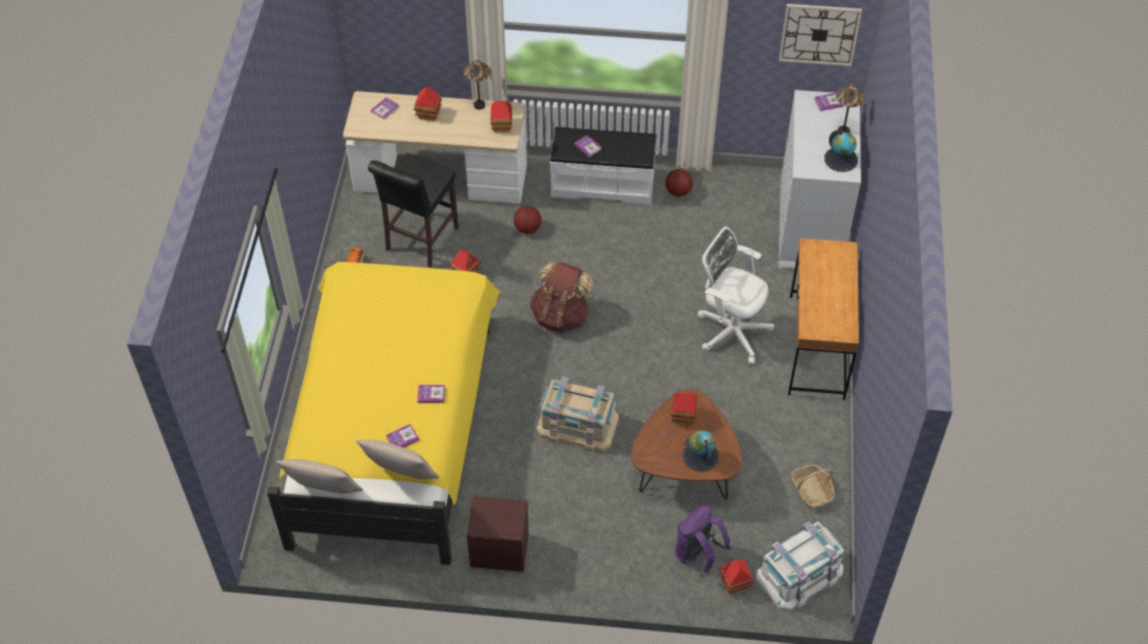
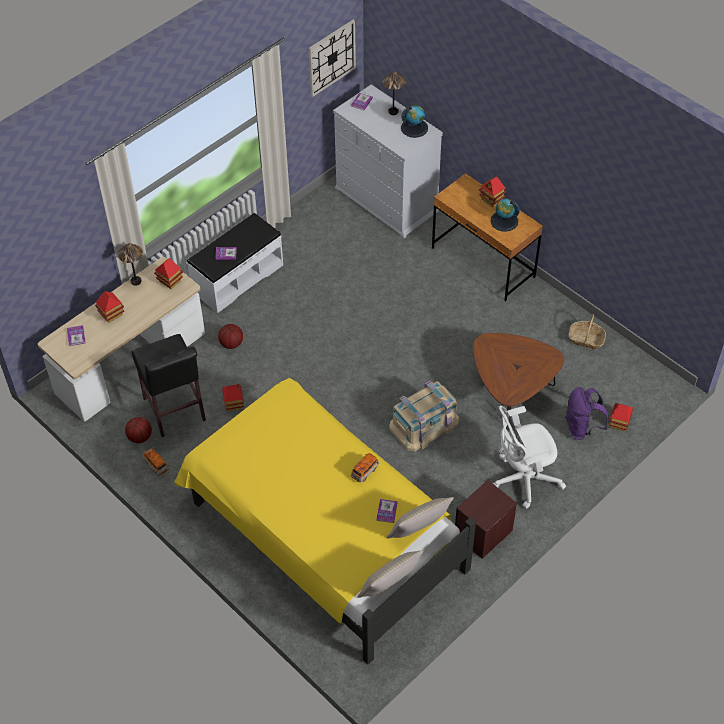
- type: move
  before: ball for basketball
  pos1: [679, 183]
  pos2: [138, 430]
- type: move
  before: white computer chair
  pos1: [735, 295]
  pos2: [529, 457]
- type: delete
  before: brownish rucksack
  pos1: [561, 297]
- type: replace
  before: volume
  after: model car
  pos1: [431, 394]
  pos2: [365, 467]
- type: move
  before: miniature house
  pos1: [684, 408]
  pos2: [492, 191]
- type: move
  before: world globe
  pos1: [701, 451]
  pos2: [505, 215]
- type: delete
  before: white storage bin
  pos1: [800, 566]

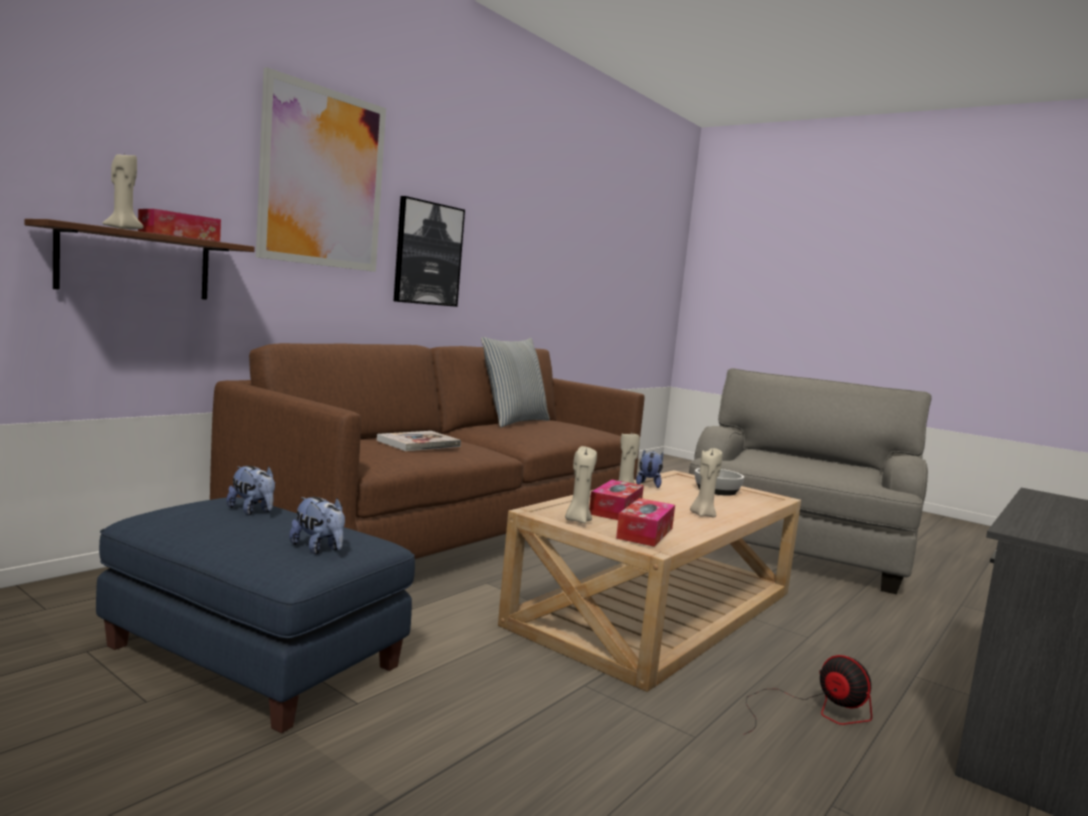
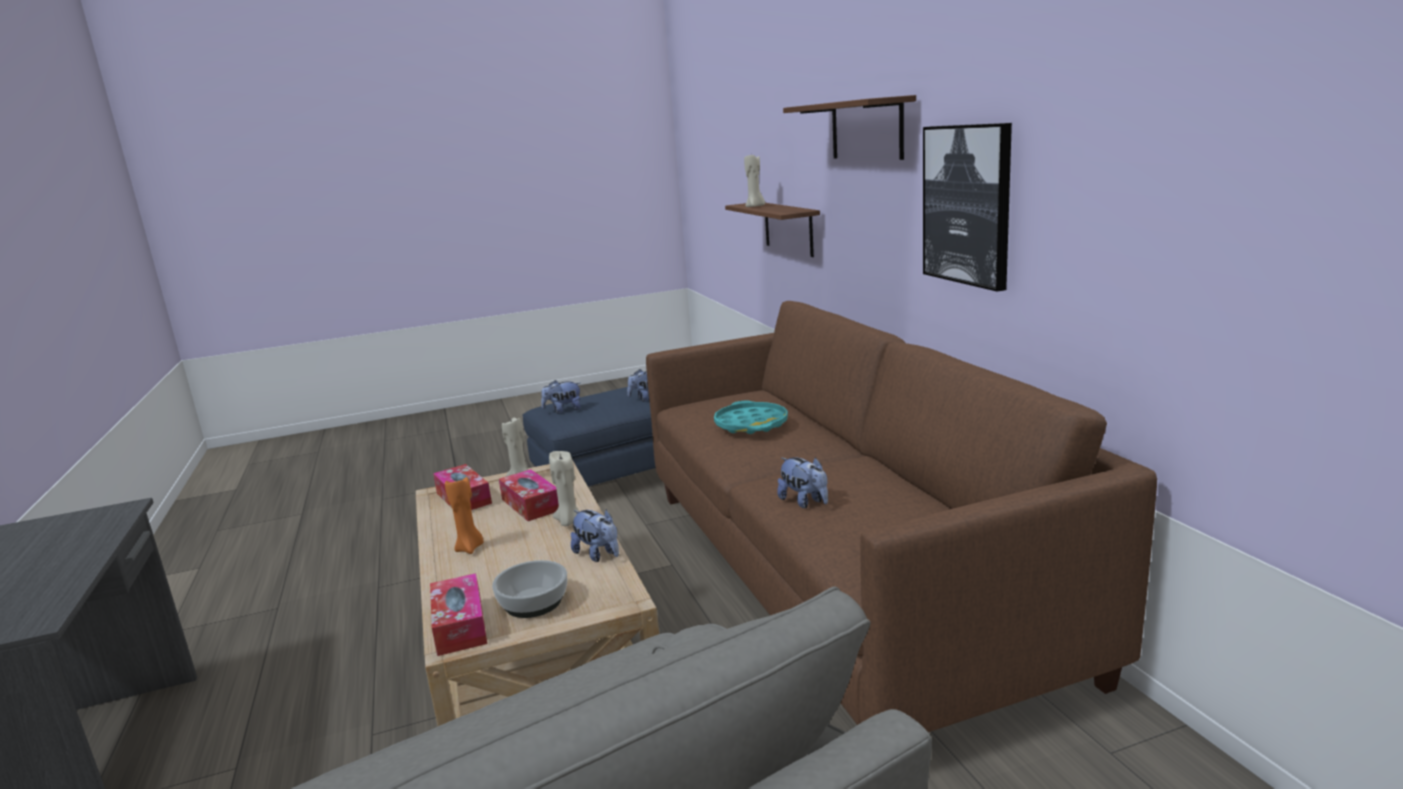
- type: replace
  before: picture
  after: wall shelf
  pos1: [321, 169]
  pos2: [849, 127]
- type: move
  before: tissue box
  pos1: [179, 225]
  pos2: [458, 614]
- type: delete
  before: cushion
  pos1: [515, 382]
- type: replace
  before: volume
  after: blue-green serving tray
  pos1: [419, 441]
  pos2: [751, 417]
- type: recolor
  before: sand-coloured candle
  after: orangey candle
  pos1: [706, 482]
  pos2: [464, 515]
- type: delete
  before: cooling fan
  pos1: [808, 695]
- type: insert
  after: plush toy
  pos2: [802, 482]

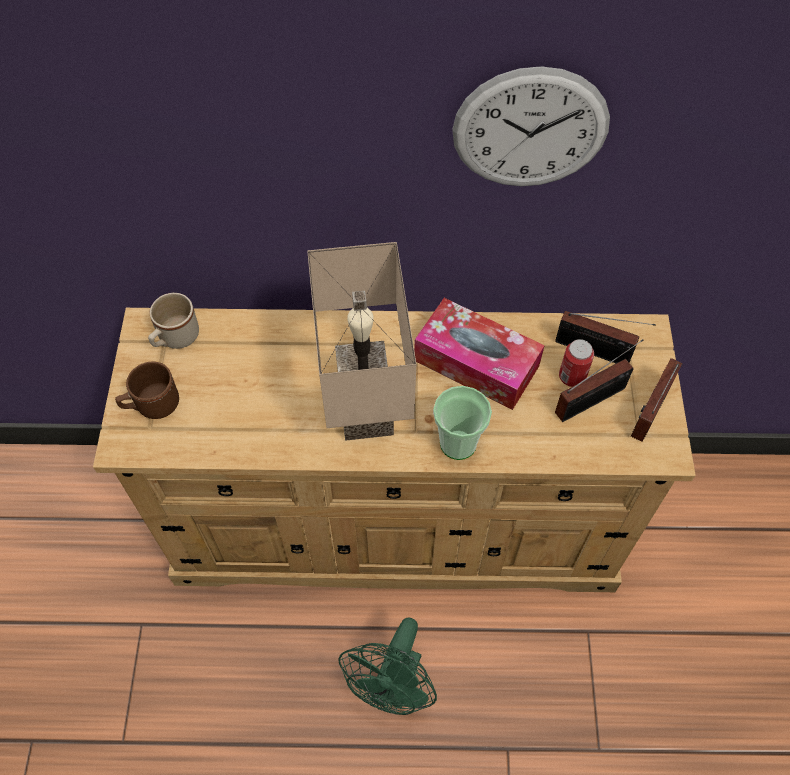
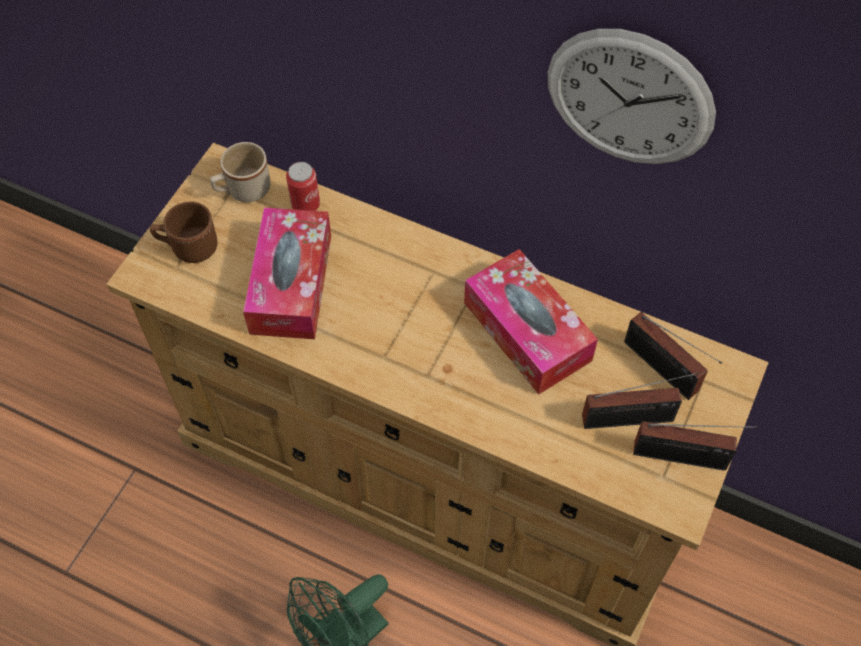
- type: delete
  before: sand-coloured lamp for a table
  pos1: [361, 341]
- type: move
  before: sealed can
  pos1: [576, 363]
  pos2: [303, 186]
- type: rotate
  before: radio
  pos1: [657, 400]
  pos2: [695, 446]
  turn: -135
- type: delete
  before: drinking cup
  pos1: [462, 423]
- type: insert
  after: tissue box
  pos2: [287, 273]

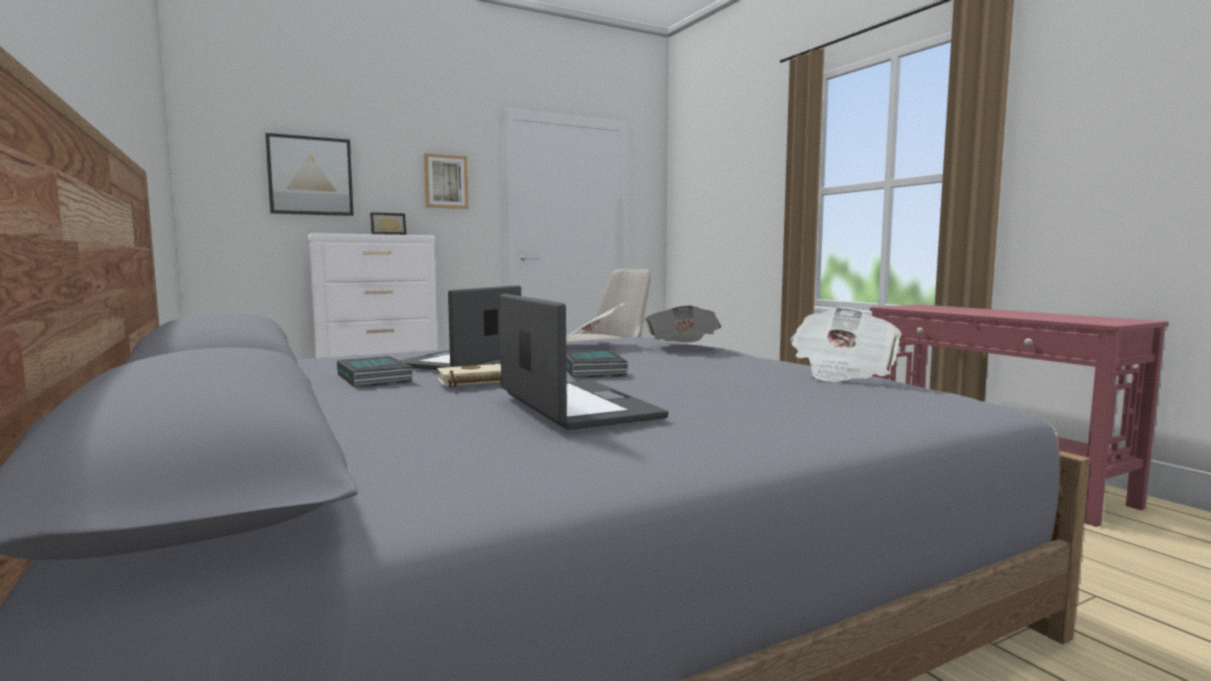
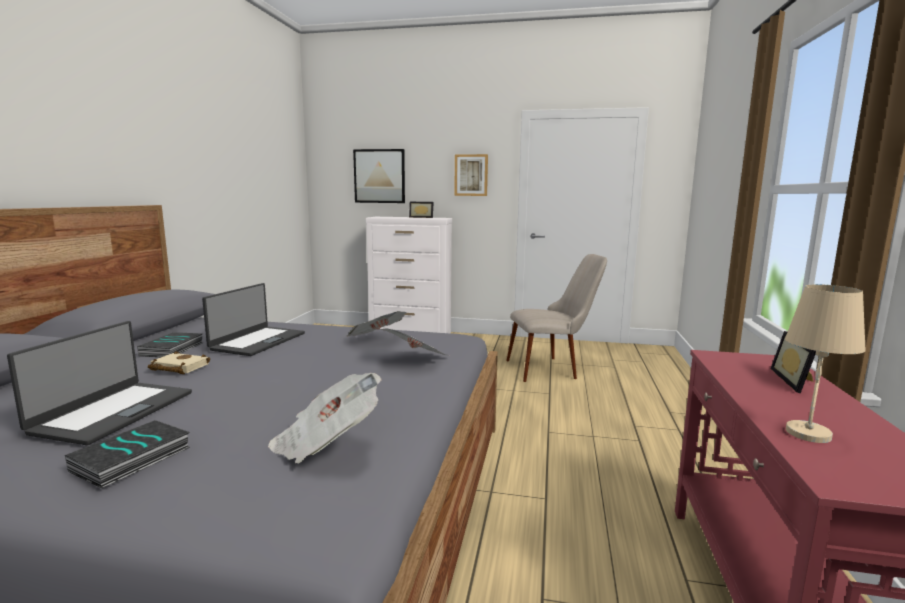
- type: rotate
  before: laptop
  pos1: [460, 327]
  pos2: [253, 319]
  turn: 135
- type: move
  before: volume
  pos1: [597, 364]
  pos2: [127, 454]
- type: insert
  after: sand-coloured lamp for a table
  pos2: [825, 363]
- type: insert
  after: photo frame
  pos2: [793, 362]

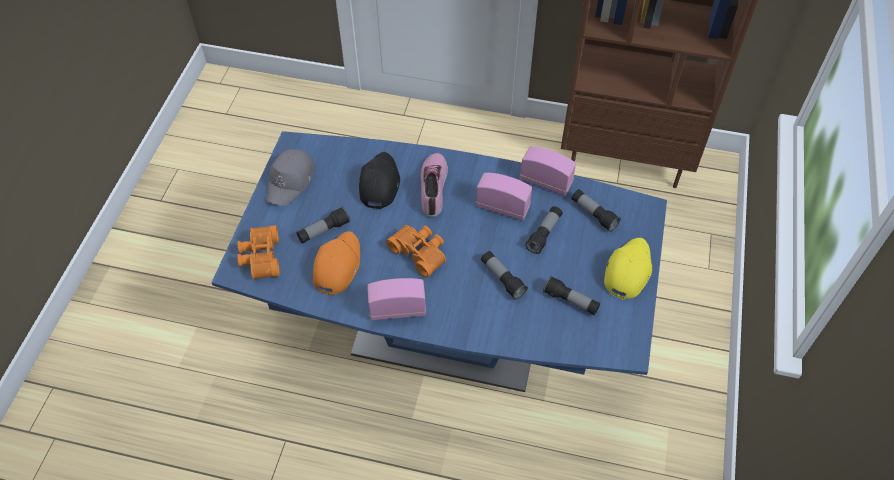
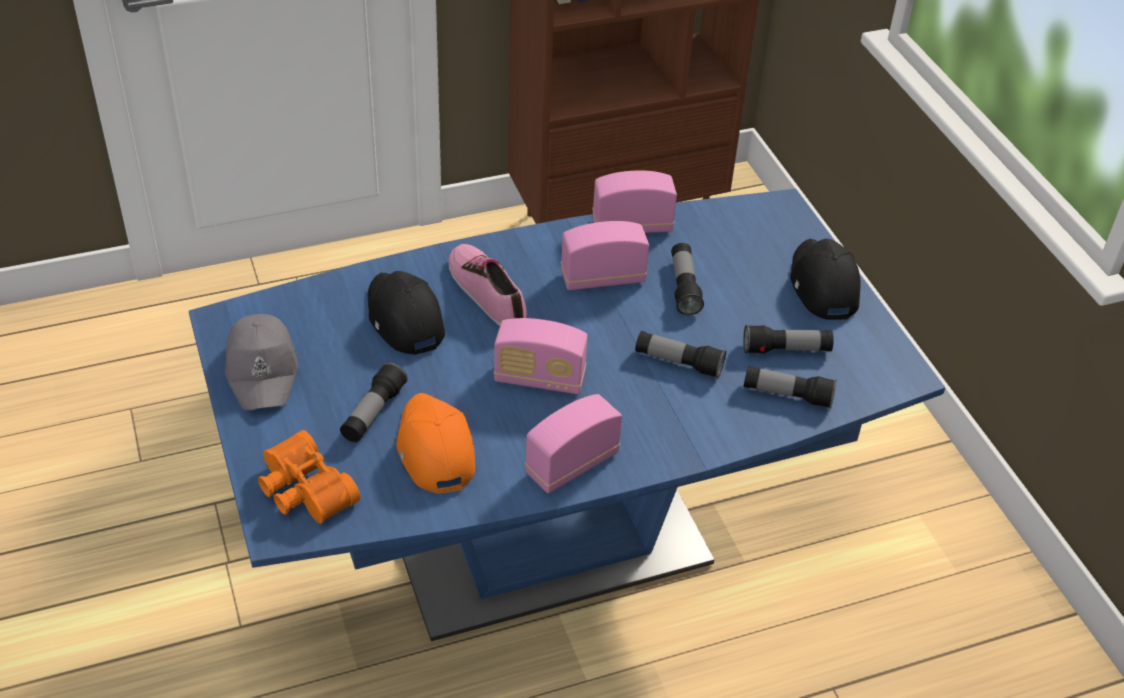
- type: move
  before: flashlight
  pos1: [596, 210]
  pos2: [790, 387]
- type: replace
  before: orangey field glasses
  after: radio
  pos1: [416, 251]
  pos2: [541, 356]
- type: recolor
  before: yellow peaked cap
  after: black-coloured peaked cap
  pos1: [628, 269]
  pos2: [825, 279]

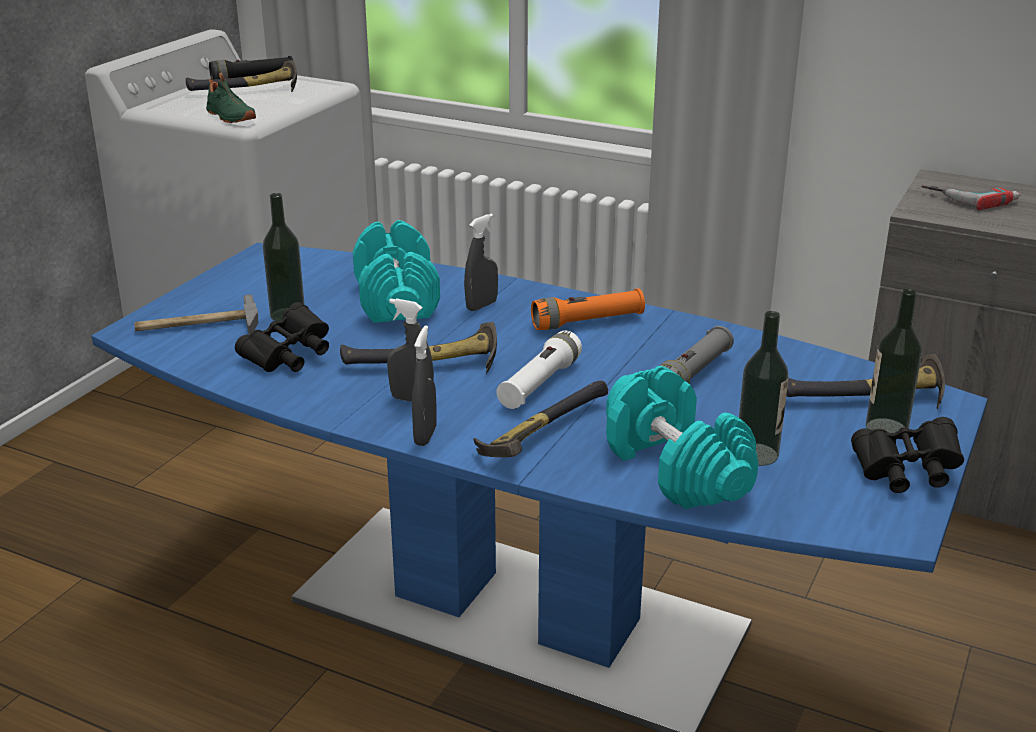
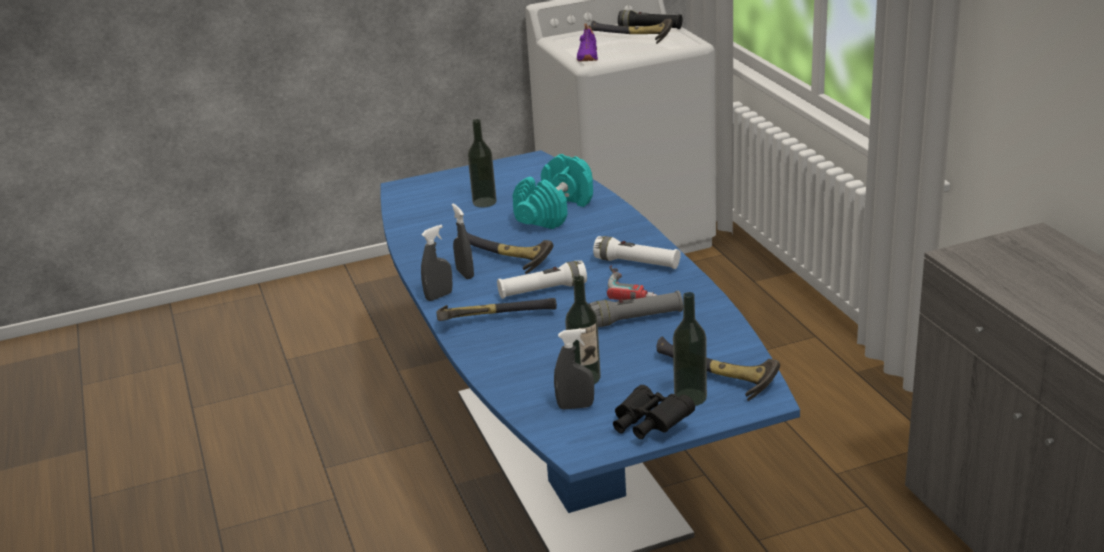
- type: recolor
  before: greenish shoe
  after: purple shoe
  pos1: [231, 98]
  pos2: [587, 42]
- type: move
  before: electric drill
  pos1: [970, 197]
  pos2: [631, 283]
- type: move
  before: greyish sprayer
  pos1: [481, 262]
  pos2: [574, 369]
- type: recolor
  before: orangey flashlight
  after: white flashlight
  pos1: [588, 309]
  pos2: [637, 252]
- type: delete
  before: hand hammer
  pos1: [196, 314]
- type: delete
  before: black-coloured field glasses
  pos1: [282, 337]
- type: delete
  before: blue-green dumbbell
  pos1: [682, 437]

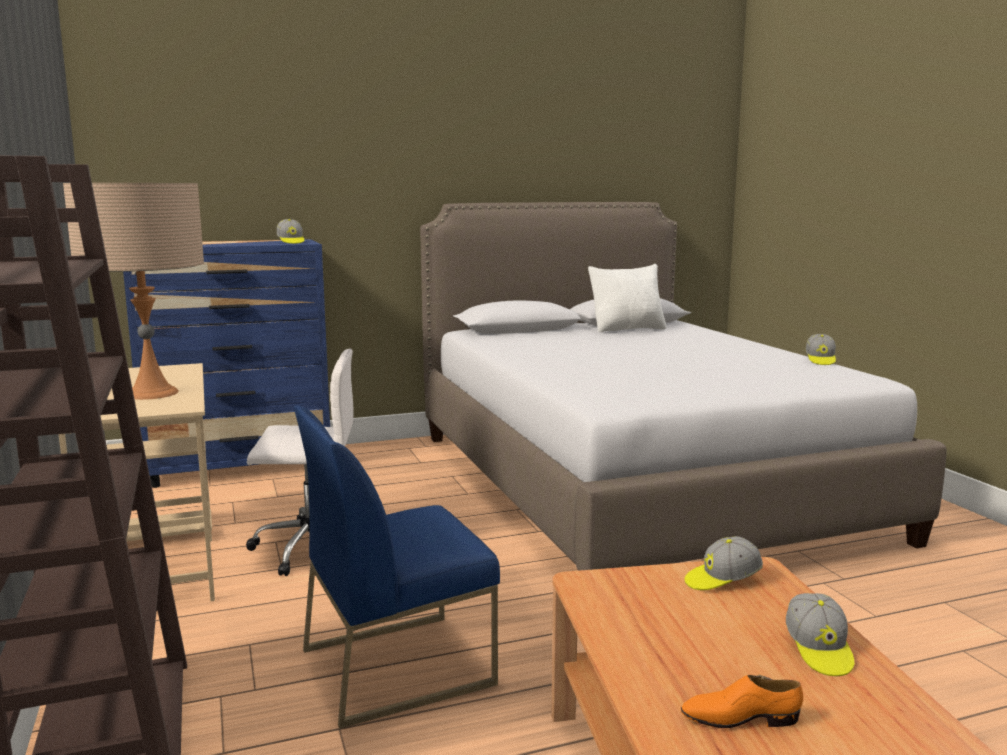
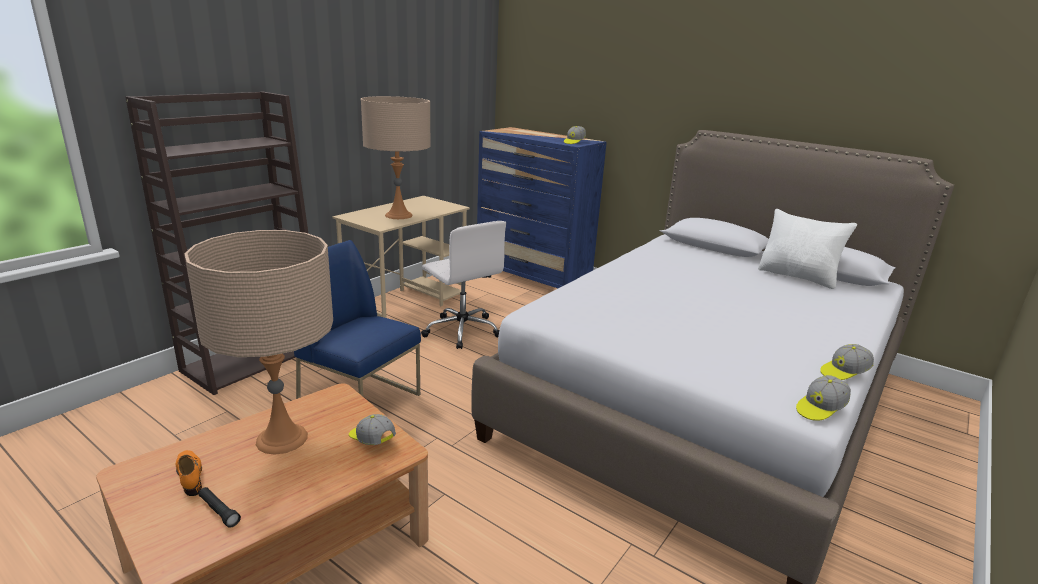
- type: move
  before: peaked cap
  pos1: [820, 634]
  pos2: [823, 398]
- type: insert
  after: sand-coloured lamp for a table
  pos2: [259, 342]
- type: insert
  after: black-coloured flashlight
  pos2: [220, 507]

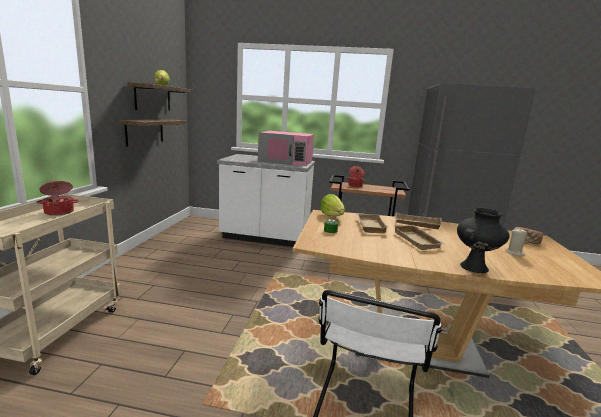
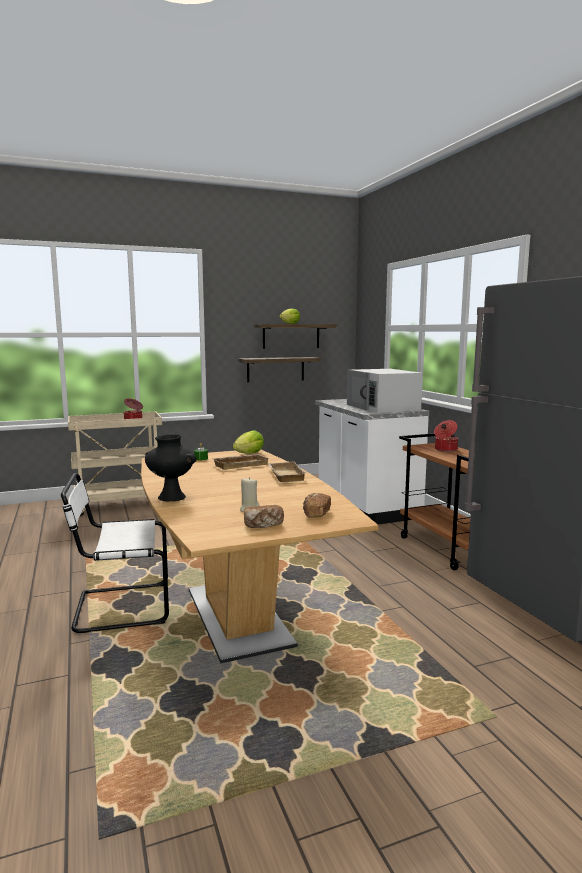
- type: recolor
  before: pink microwave oven
  after: white microwave oven
  pos1: [286, 148]
  pos2: [385, 391]
- type: delete
  before: sand-coloured serving tray
  pos1: [419, 237]
- type: insert
  after: bakery bread
  pos2: [264, 516]

